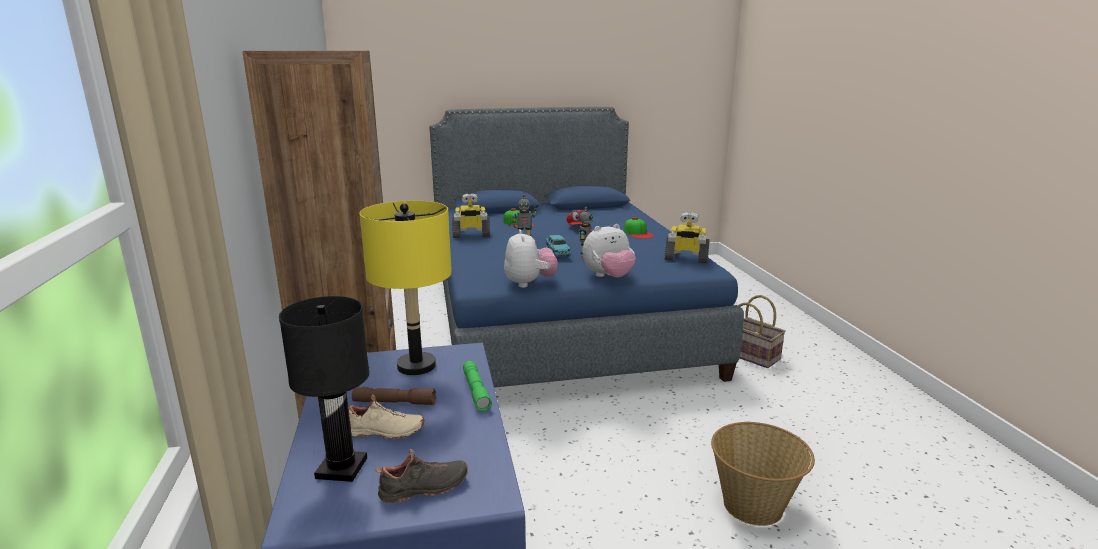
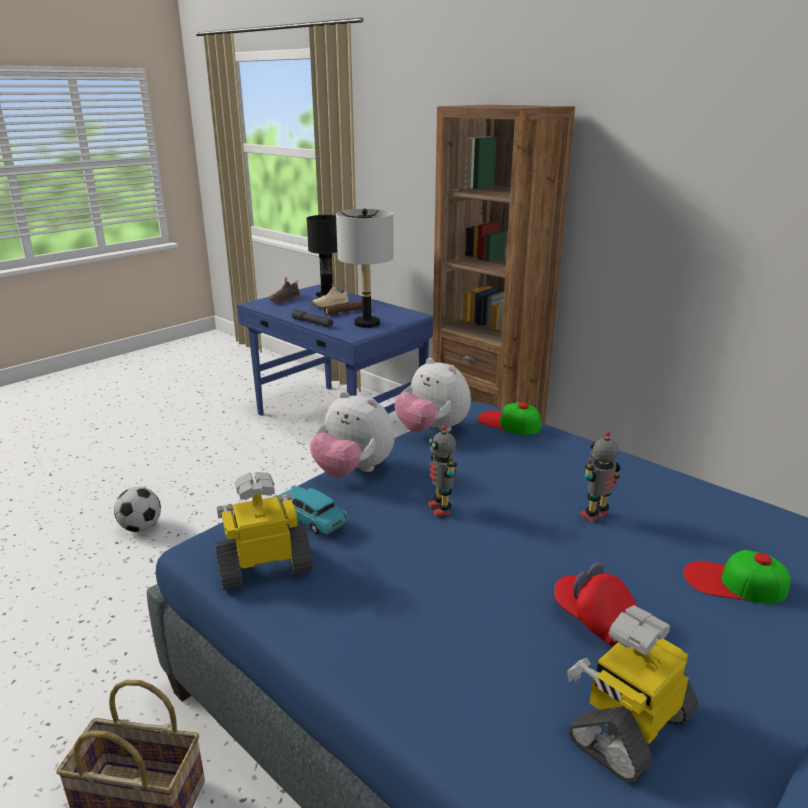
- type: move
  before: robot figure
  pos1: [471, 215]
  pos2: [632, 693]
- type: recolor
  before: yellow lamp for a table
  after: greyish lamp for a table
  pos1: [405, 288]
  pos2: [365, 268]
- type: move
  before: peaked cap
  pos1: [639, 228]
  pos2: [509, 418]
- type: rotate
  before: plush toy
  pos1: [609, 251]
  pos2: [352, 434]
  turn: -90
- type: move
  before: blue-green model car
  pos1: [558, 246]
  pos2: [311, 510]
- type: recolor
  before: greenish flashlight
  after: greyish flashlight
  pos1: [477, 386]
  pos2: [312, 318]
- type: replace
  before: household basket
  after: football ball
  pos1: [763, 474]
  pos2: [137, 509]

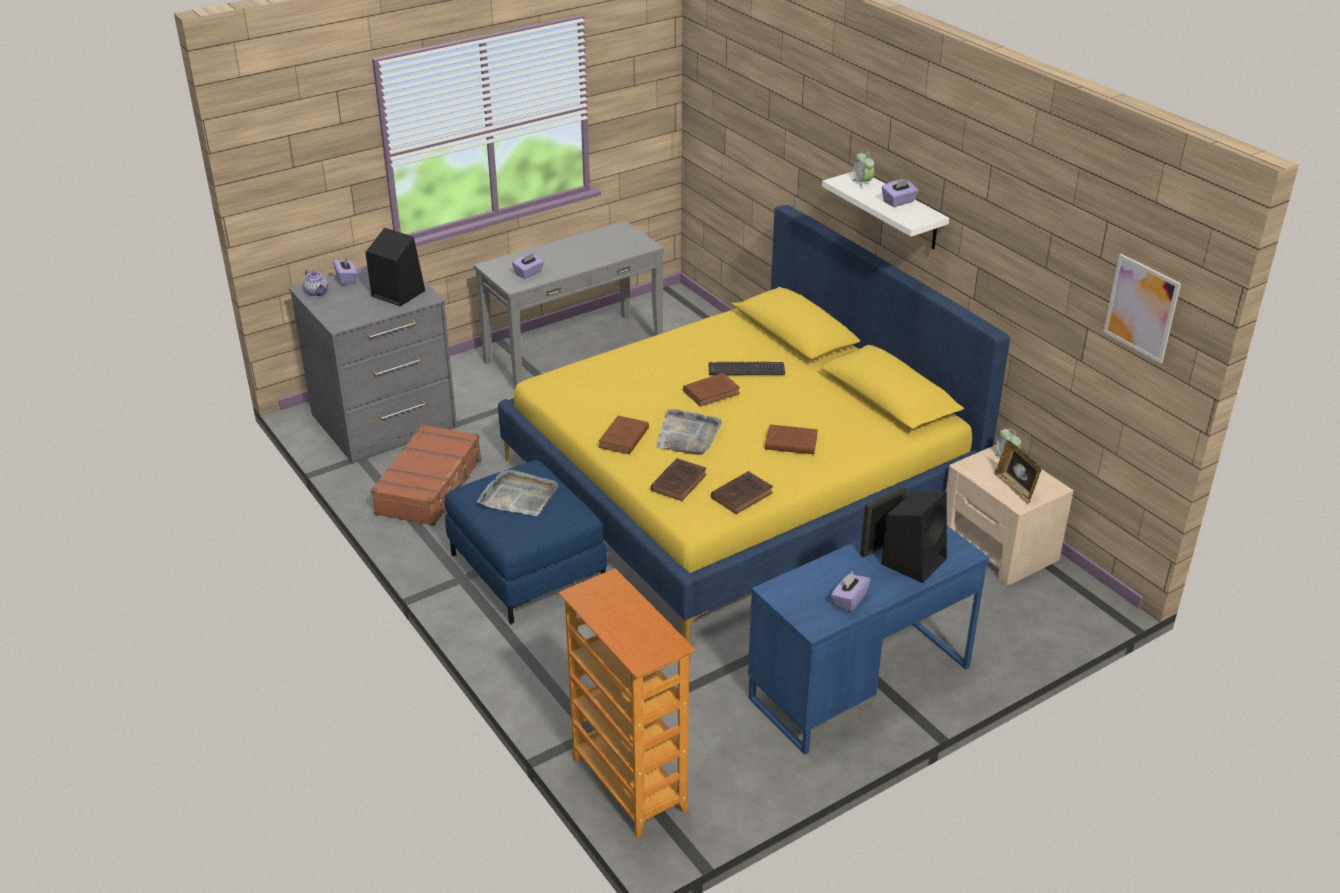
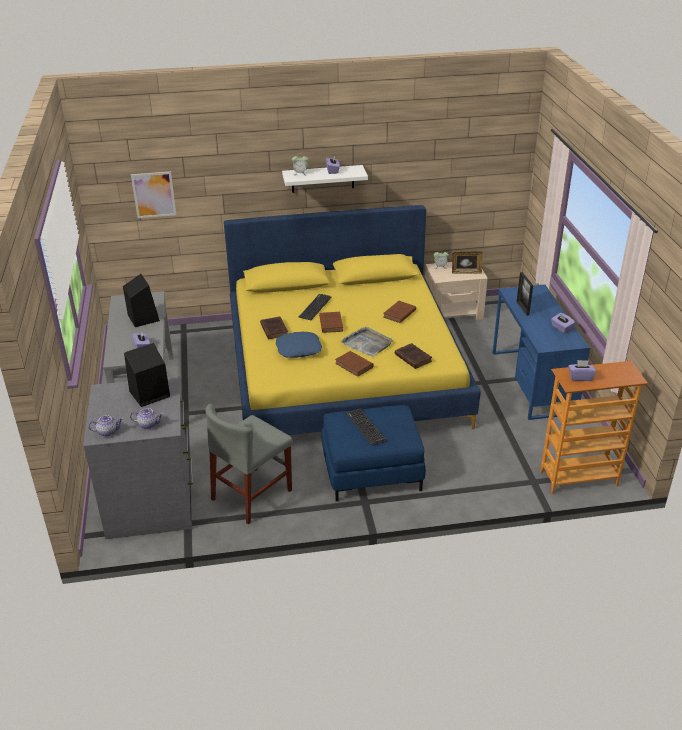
- type: move
  before: picture
  pos1: [1142, 309]
  pos2: [153, 195]
- type: move
  before: purple tissue box
  pos1: [345, 271]
  pos2: [582, 370]
- type: replace
  before: brownish suitcase
  after: greyish upright chair
  pos1: [426, 475]
  pos2: [249, 464]
- type: replace
  before: greyish serving tray
  after: PC keyboard
  pos1: [518, 492]
  pos2: [366, 427]
- type: move
  before: brownish volume
  pos1: [742, 492]
  pos2: [274, 328]
- type: move
  before: black-coloured loudspeaker
  pos1: [914, 537]
  pos2: [141, 300]
- type: insert
  after: blue cushion
  pos2: [299, 345]
- type: insert
  after: teapot
  pos2: [147, 418]

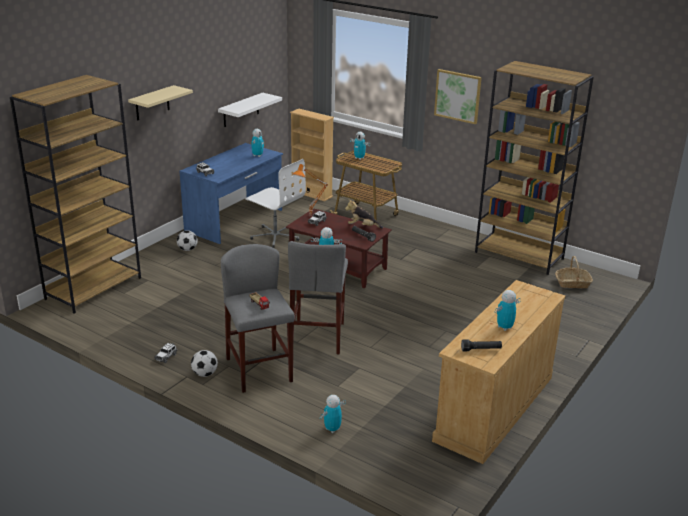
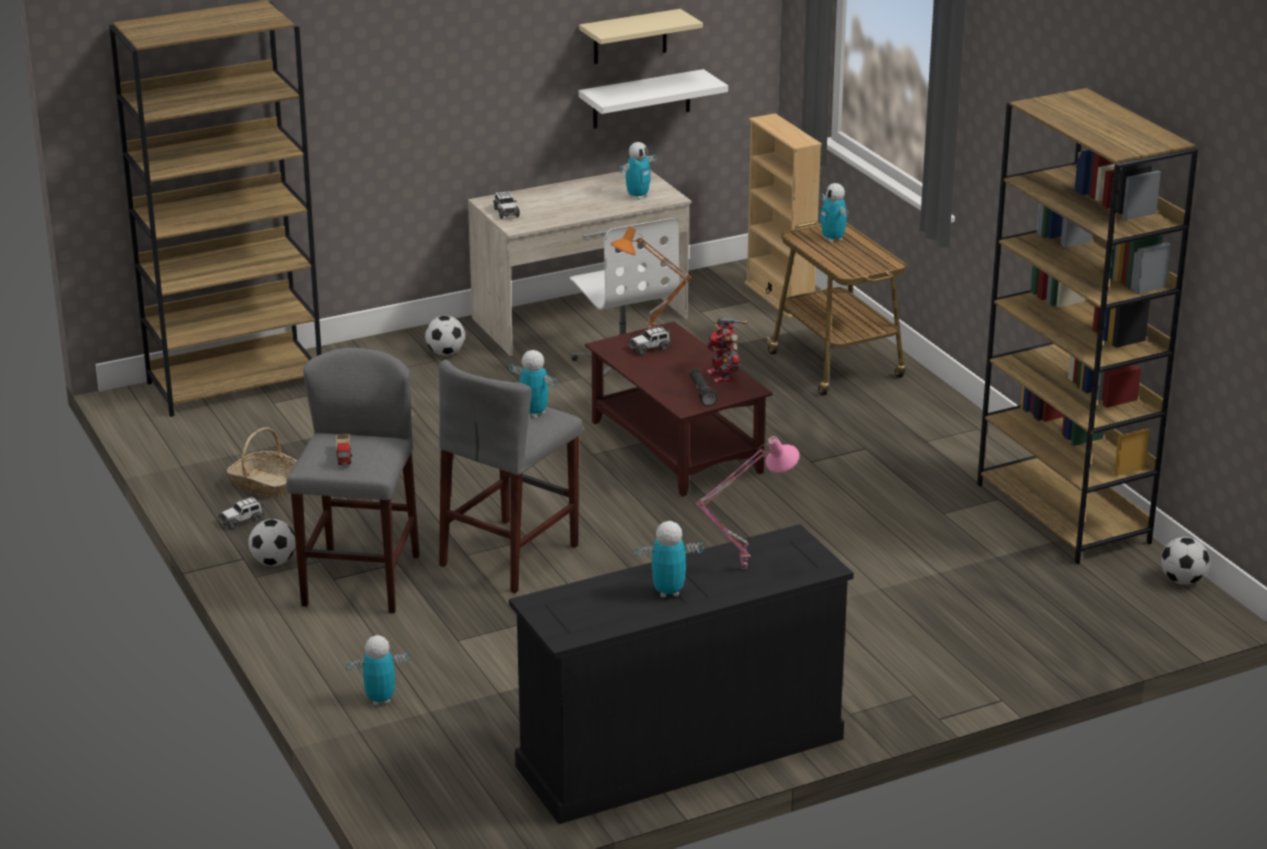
- type: delete
  before: picture
  pos1: [458, 96]
- type: move
  before: sand-coloured wall shelf
  pos1: [160, 103]
  pos2: [641, 36]
- type: recolor
  before: blue desk table
  after: sand-coloured desk table
  pos1: [231, 193]
  pos2: [579, 263]
- type: replace
  before: plush toy
  after: robot figure
  pos1: [364, 214]
  pos2: [727, 350]
- type: move
  before: household basket
  pos1: [574, 272]
  pos2: [262, 462]
- type: recolor
  before: sand-coloured chest of drawers
  after: black-coloured chest of drawers
  pos1: [499, 372]
  pos2: [681, 674]
- type: delete
  before: black-coloured flashlight
  pos1: [481, 345]
- type: insert
  after: pink lamp for a table
  pos2: [747, 502]
- type: insert
  after: football ball
  pos2: [1185, 561]

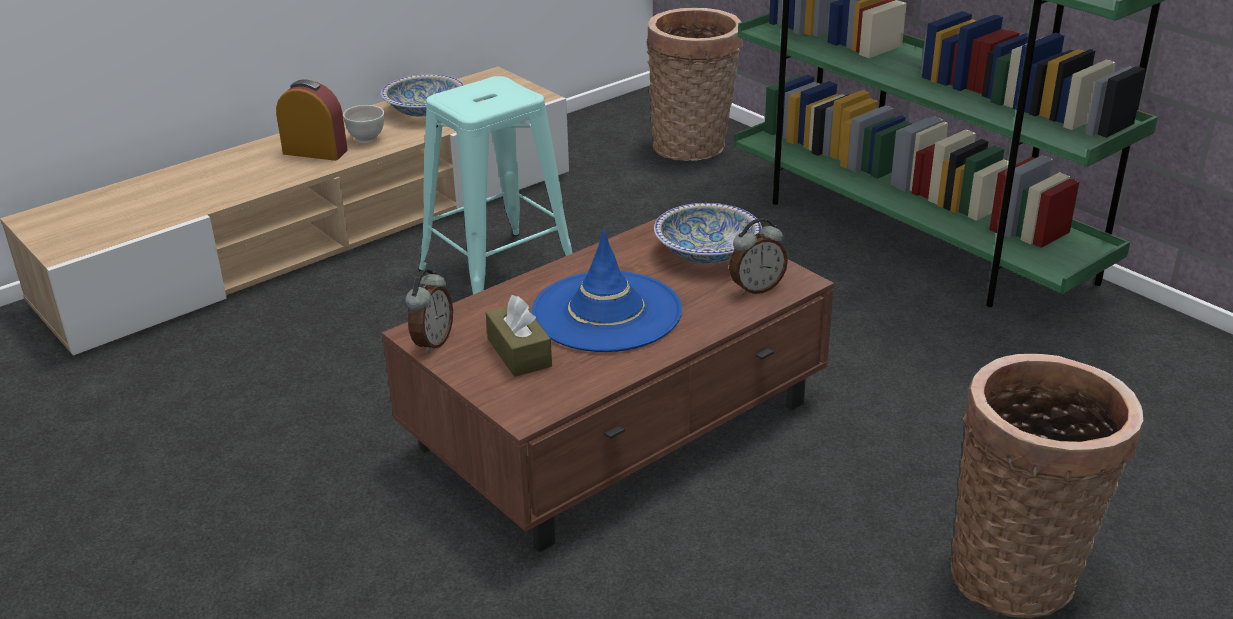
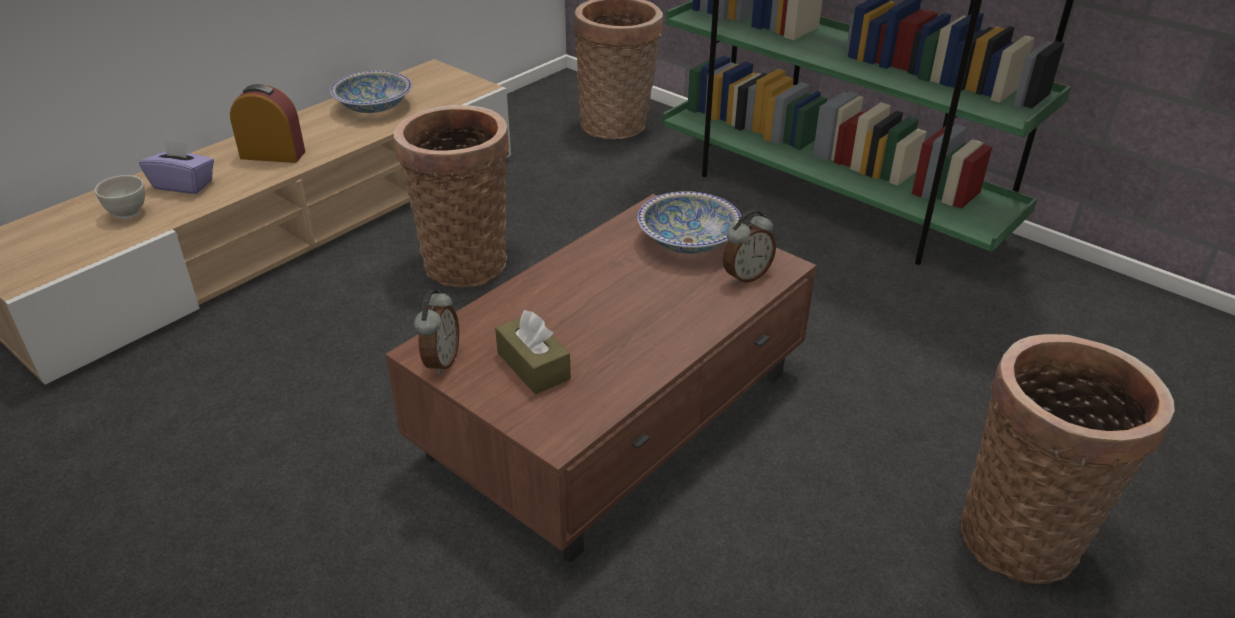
- type: replace
  before: blue-green stool seat
  after: household basket
  pos1: [495, 185]
  pos2: [451, 196]
- type: move
  before: white serving bowl
  pos1: [363, 124]
  pos2: [120, 197]
- type: delete
  before: blue wearable hat
  pos1: [607, 290]
- type: insert
  after: purple tissue box
  pos2: [176, 166]

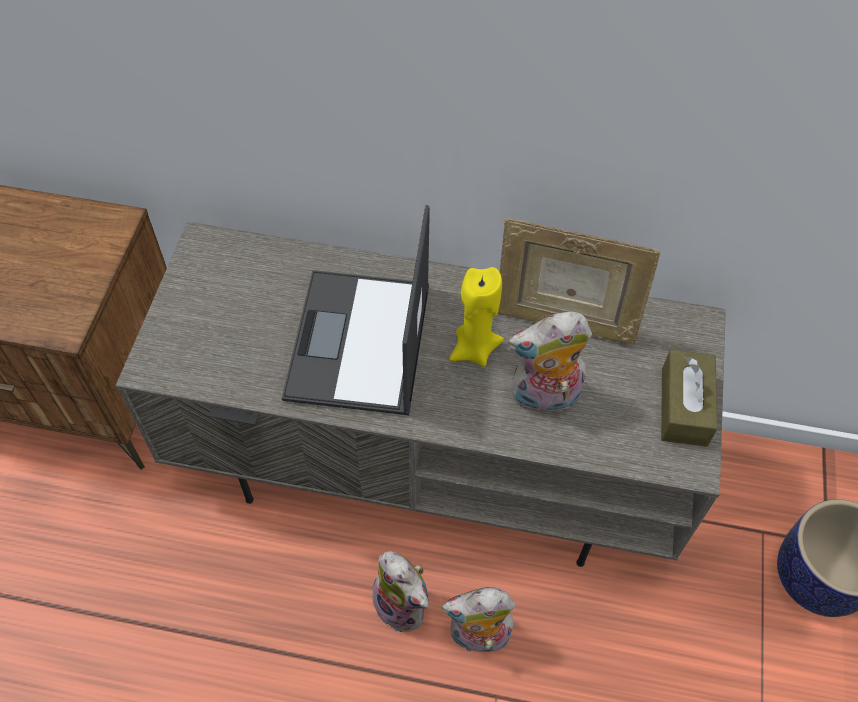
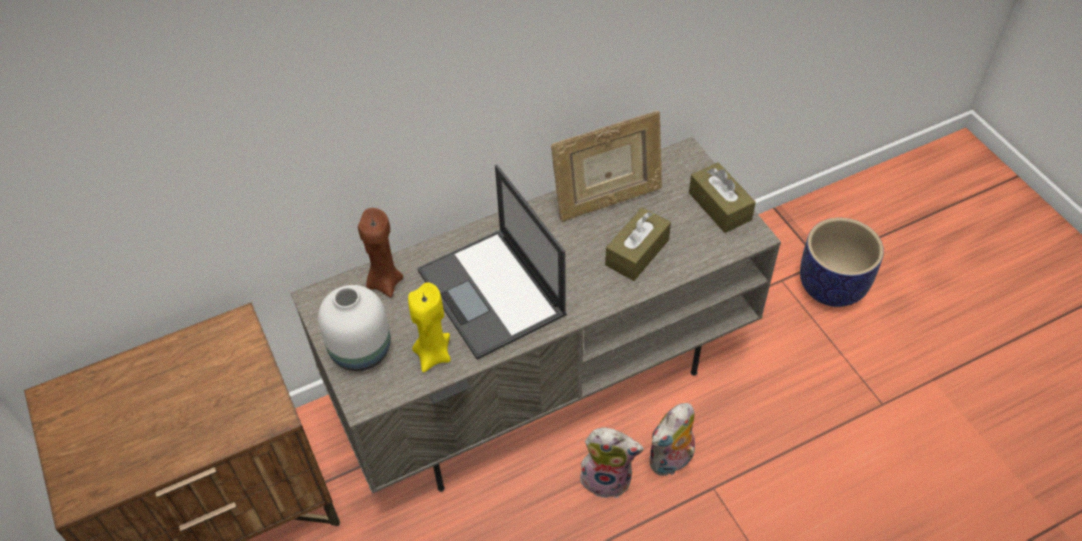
- type: move
  before: yellow candle
  pos1: [477, 317]
  pos2: [429, 327]
- type: replace
  before: plush toy
  after: brownish tissue box
  pos1: [550, 362]
  pos2: [638, 244]
- type: insert
  after: brownish candle
  pos2: [381, 252]
- type: insert
  after: white decorative vase
  pos2: [354, 328]

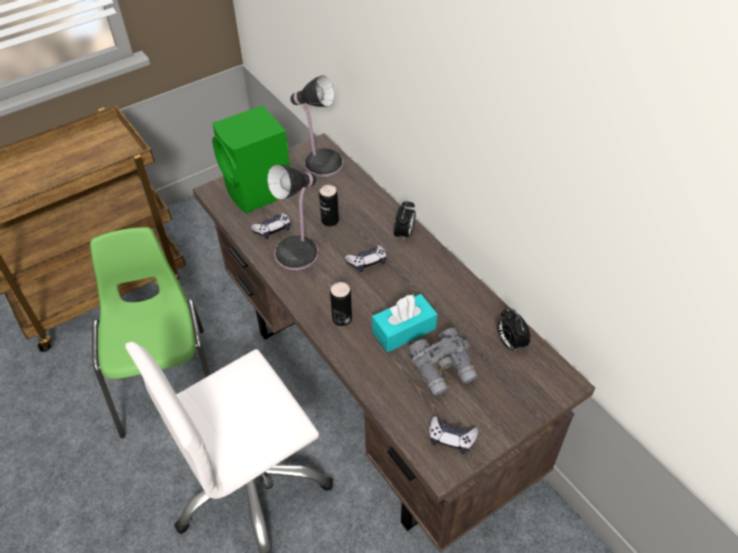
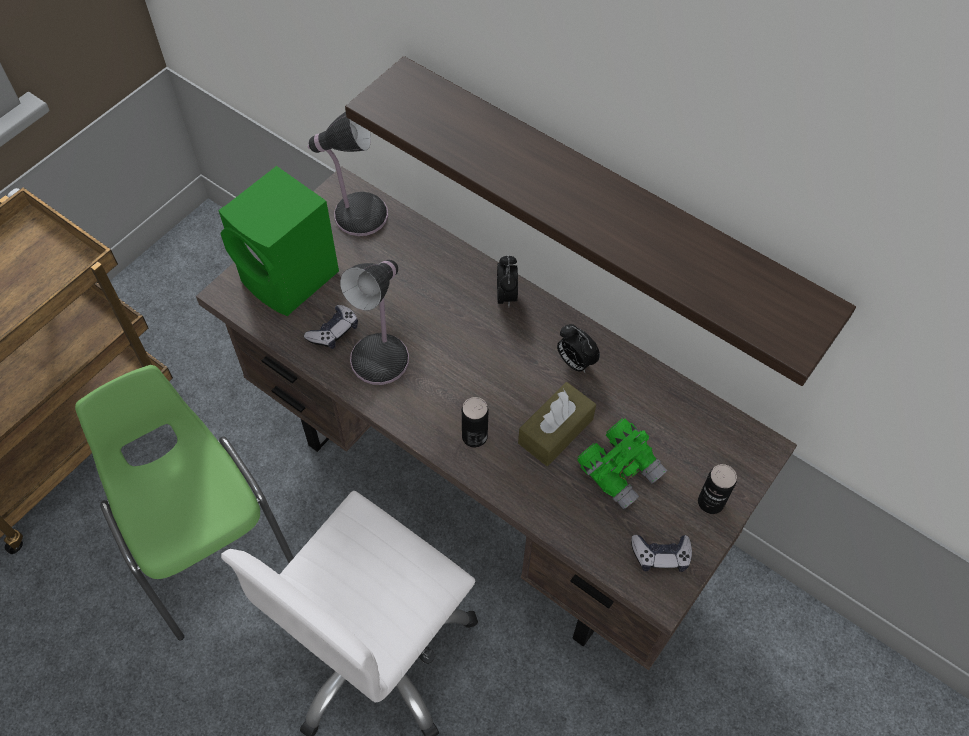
- type: move
  before: sealed can
  pos1: [329, 205]
  pos2: [717, 489]
- type: delete
  before: game controller
  pos1: [366, 258]
- type: recolor
  before: blue-green tissue box
  after: brownish tissue box
  pos1: [404, 323]
  pos2: [557, 424]
- type: move
  before: alarm clock
  pos1: [514, 330]
  pos2: [578, 348]
- type: recolor
  before: greyish field glasses
  after: greenish field glasses
  pos1: [443, 362]
  pos2: [622, 464]
- type: insert
  after: wall shelf
  pos2: [600, 221]

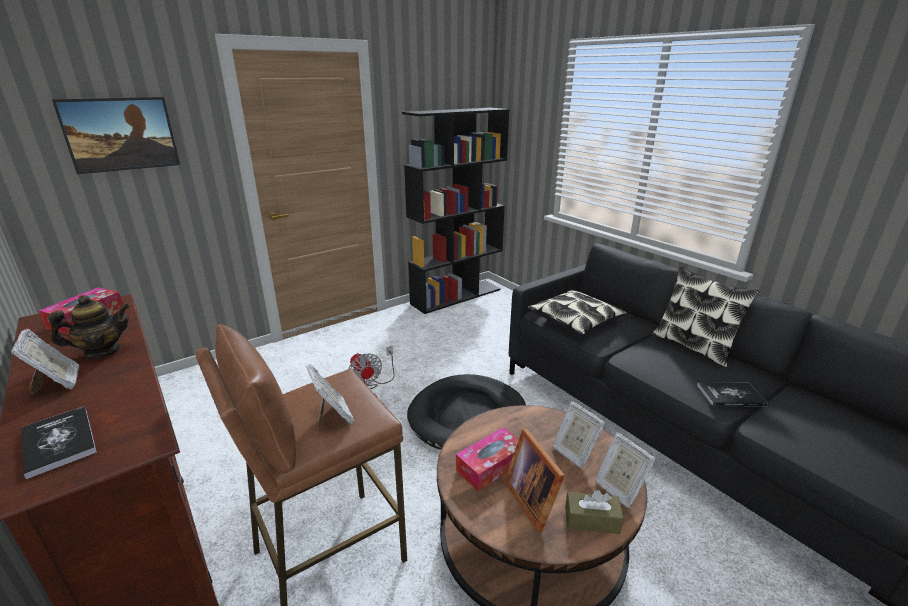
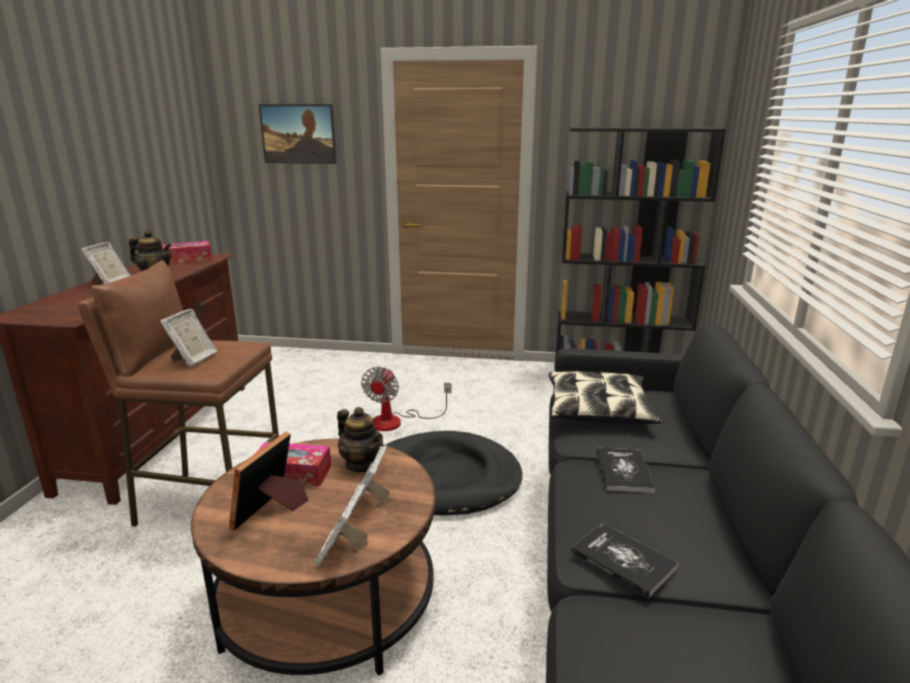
- type: delete
  before: cushion
  pos1: [706, 316]
- type: move
  before: volume
  pos1: [59, 442]
  pos2: [625, 470]
- type: delete
  before: brownish tissue box
  pos1: [594, 512]
- type: insert
  after: teapot
  pos2: [360, 439]

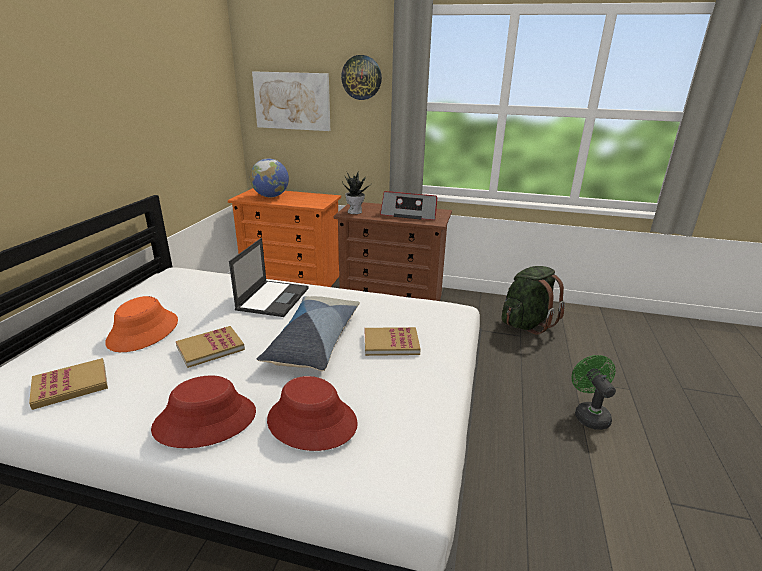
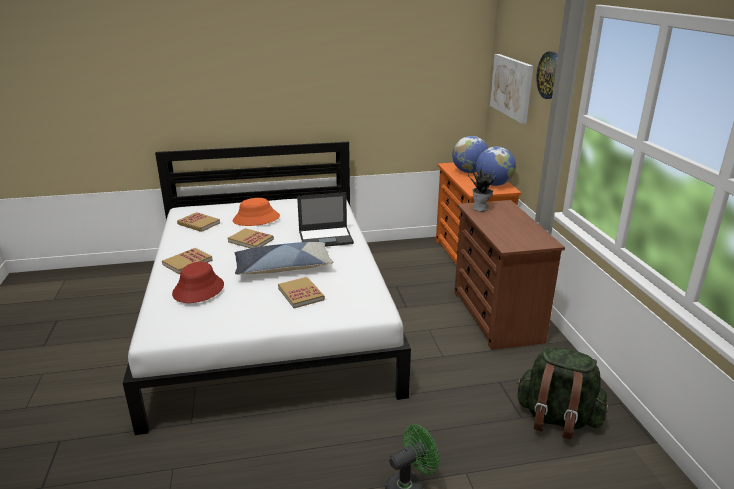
- type: delete
  before: radio
  pos1: [408, 205]
- type: replace
  before: red wearable hat
  after: volume
  pos1: [203, 411]
  pos2: [187, 261]
- type: insert
  after: world globe
  pos2: [496, 166]

